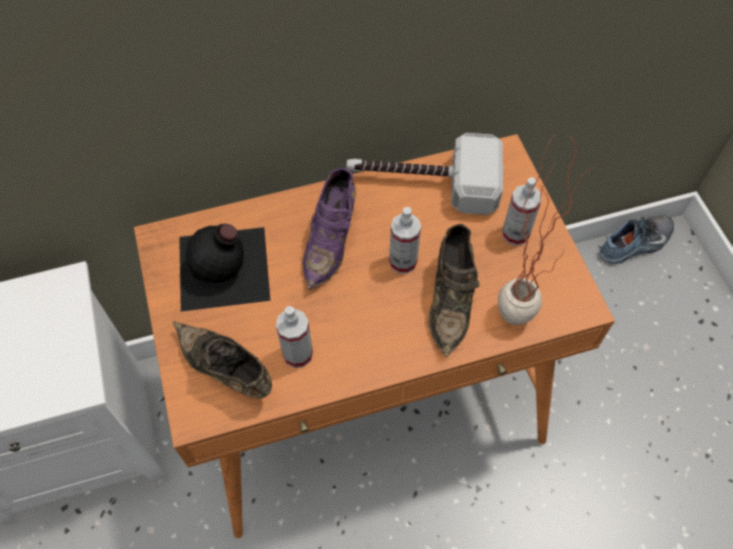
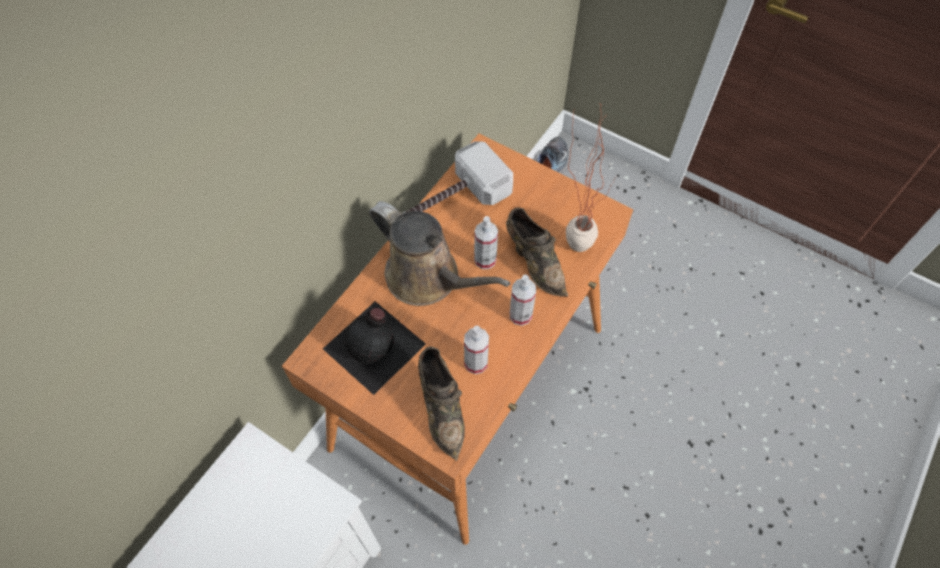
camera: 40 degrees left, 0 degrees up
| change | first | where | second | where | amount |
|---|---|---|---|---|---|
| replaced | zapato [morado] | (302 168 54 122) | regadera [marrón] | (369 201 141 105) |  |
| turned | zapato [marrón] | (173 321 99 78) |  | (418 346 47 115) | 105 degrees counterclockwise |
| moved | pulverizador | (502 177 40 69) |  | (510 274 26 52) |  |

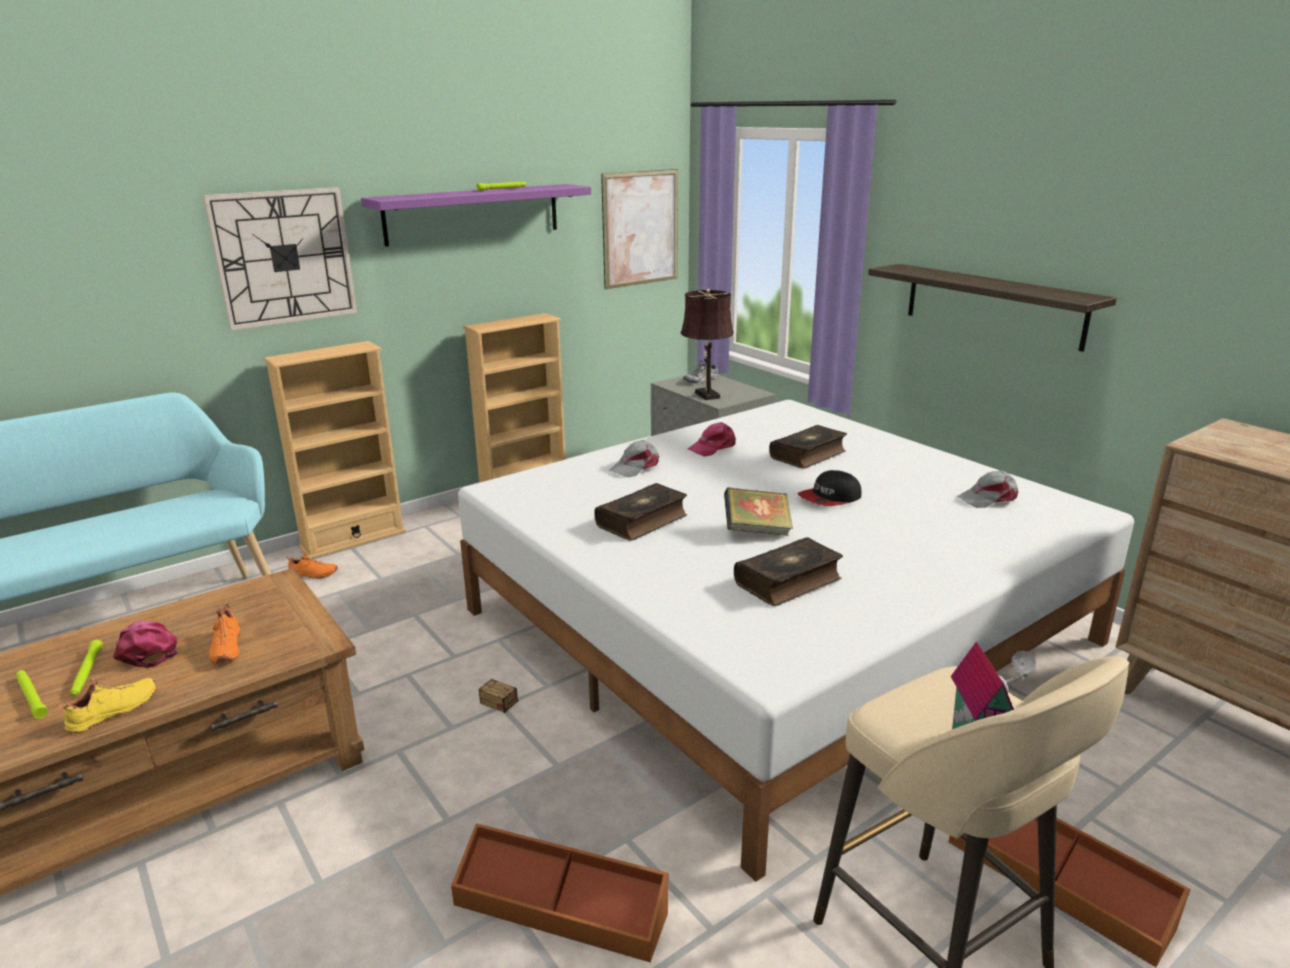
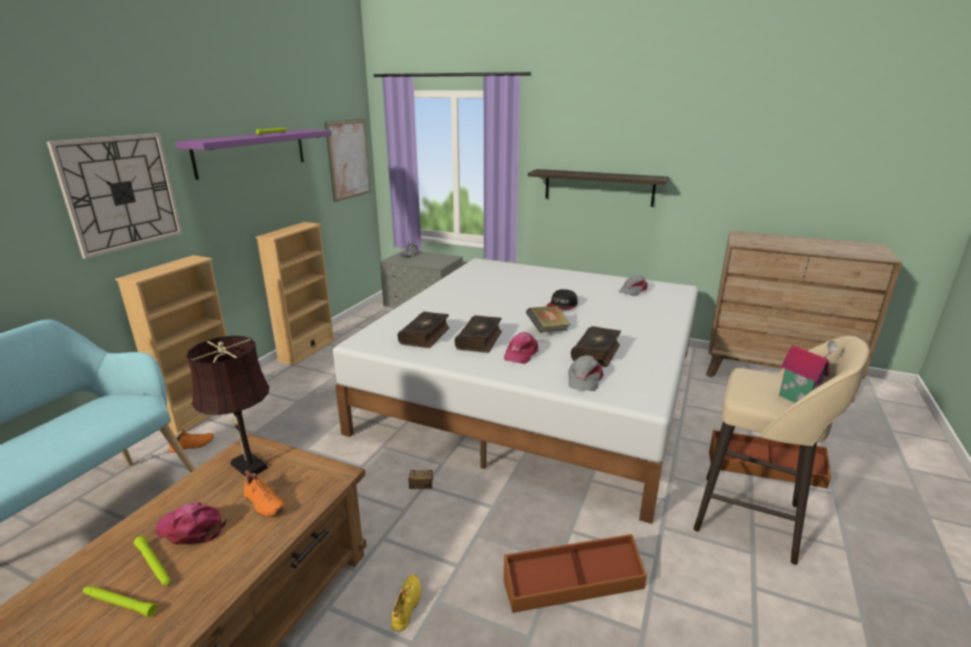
camera: 30 degrees left, 0 degrees up
| change | first | where | second | where | amount |
|---|---|---|---|---|---|
| moved | lámpara de mesa [marrón] | (681 289 53 111) |  | (186 336 83 141) |  |
| moved | zapato [amarillo] | (57 678 99 55) |  | (391 575 30 56) |  |
| moved | libro | (769 425 78 44) |  | (398 312 52 36) |  |
| moved | gorra [rosa] | (687 422 49 35) |  | (504 332 34 32) |  |
| moved | gorra [gris] | (609 440 50 38) |  | (568 355 36 36) |  |

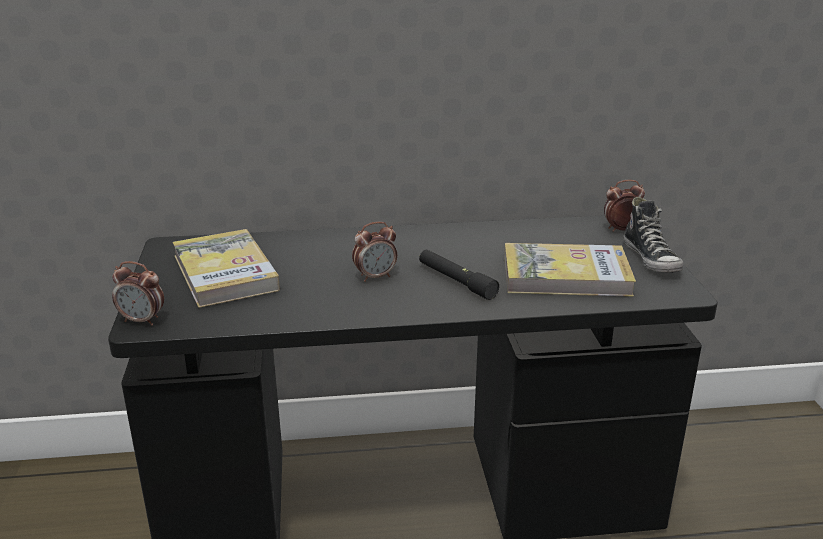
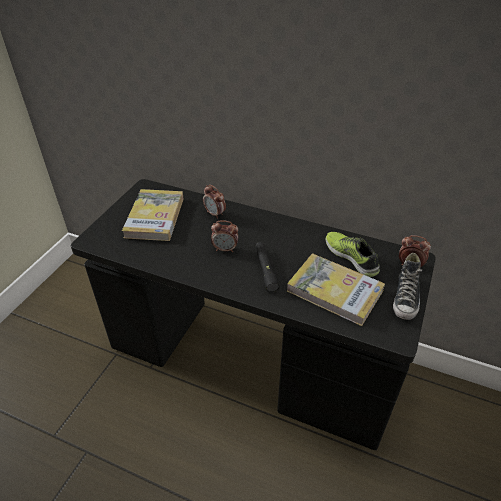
camera: 30 degrees right, 15 degrees up
| change | first | where | second | where | amount |
|---|---|---|---|---|---|
| moved | despertador | (112 261 52 65) |  | (203 185 23 34) |  |
| added |  |  | zapato | (325 232 55 45) |  |

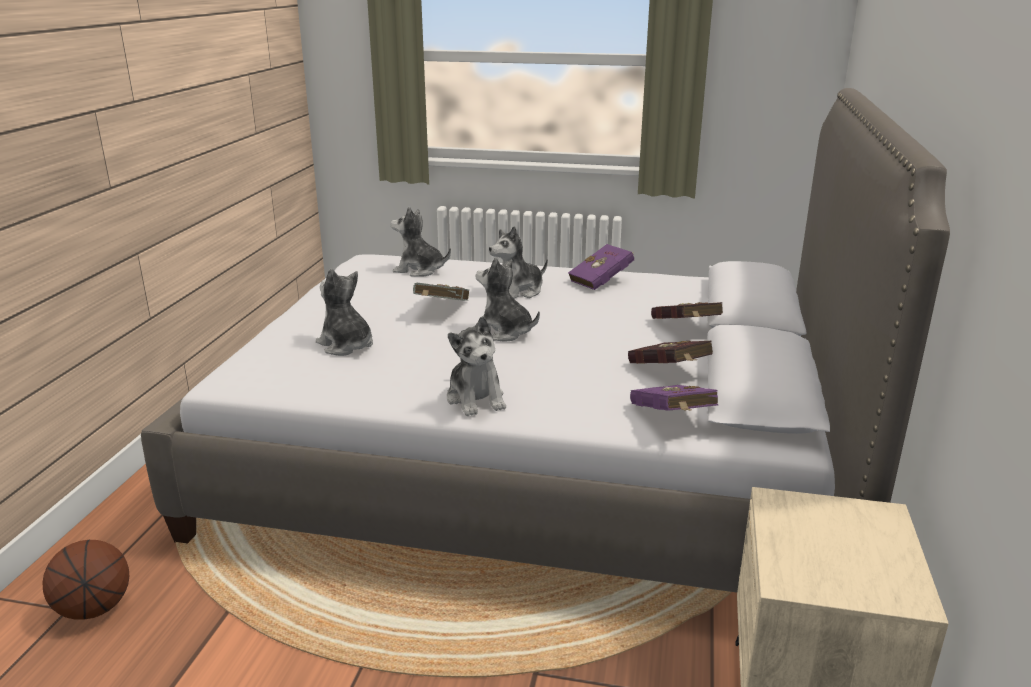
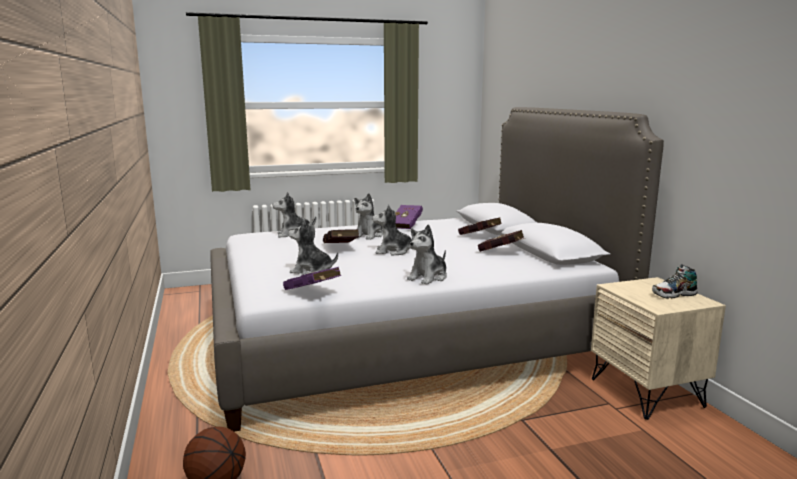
camera: 30 degrees left, 10 degrees down
| change | first | where | second | where | amount |
|---|---|---|---|---|---|
| moved | libro [morado] | (630 385 88 26) |  | (283 267 58 23) |  |
| recoloured | libro [gris] | (413 282 56 19) | libro [rojo] | (323 229 36 14) |  |
| turned | peluche | (447 316 59 100) |  | (407 224 40 61) | 90 degrees clockwise |
| added |  |  | zapato | (652 264 46 34) |  |

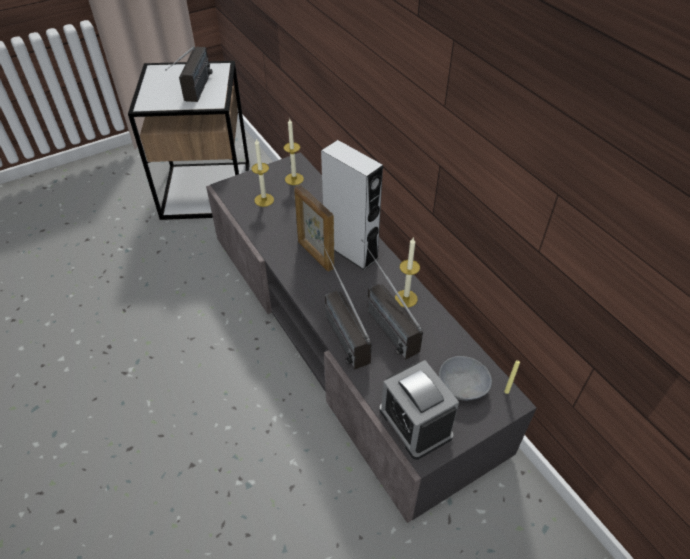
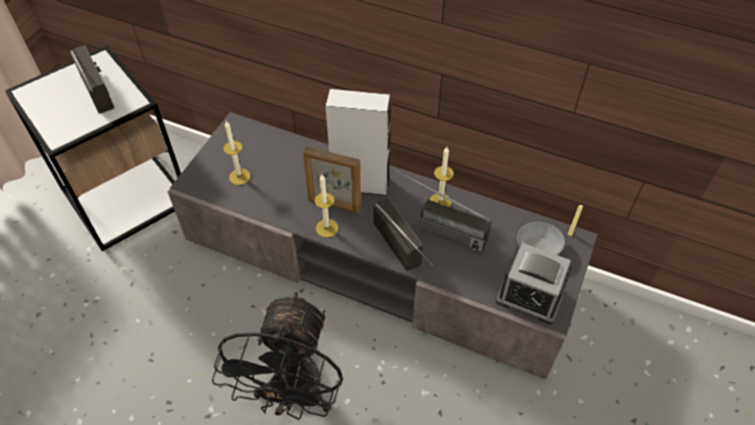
camera: 35 degrees left, 5 degrees up
| change | first | where | second | where | amount |
|---|---|---|---|---|---|
| added |  |  | ventilador [negro] | (212 292 131 128) |  |
| moved | vela | (284 119 20 66) |  | (314 174 24 64) |  |
| turned | radio | (322 245 50 125) |  | (373 197 60 74) | 150 degrees counterclockwise |

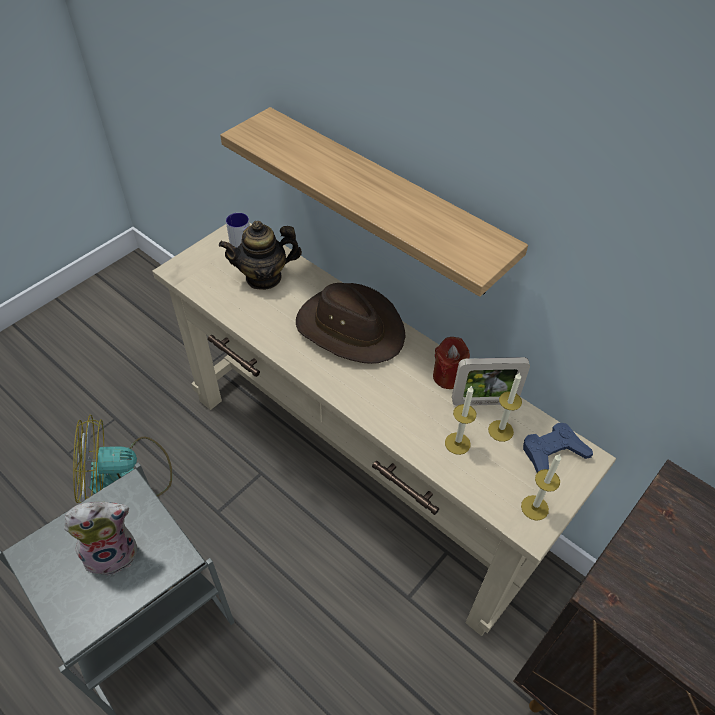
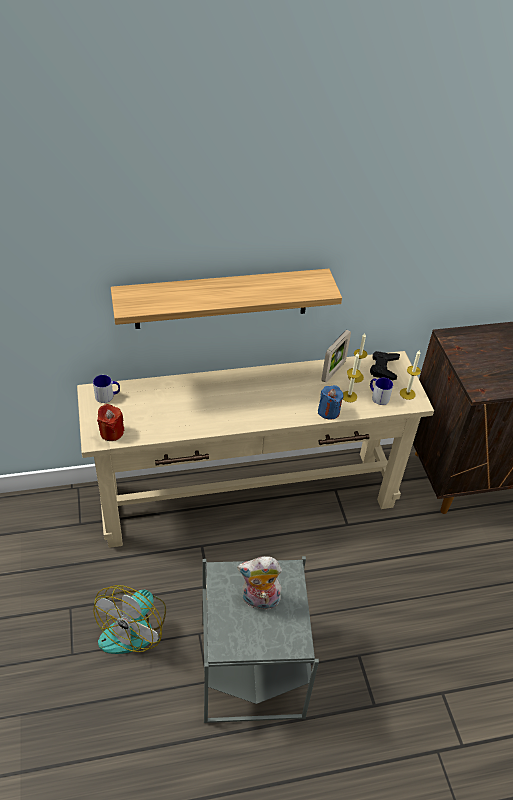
camera: 55 degrees left, 5 degrees down
| change | first | where | second | where | amount |
|---|---|---|---|---|---|
| moved | vela [rojo] | (433 337 37 52) |  | (97 404 27 37) |  |
| turned | peluche | (64 502 73 73) |  | (237 556 45 54) | 105 degrees counterclockwise |
| added |  |  | vela [azul] | (318 385 26 35) |  |
| recoloured | mando de consola [azul] | (523 423 70 50) | mando de consola [negro] | (370 351 30 29) |  |
| added |  |  | taza grande | (370 377 23 28) |  |
| removed | tetera | (219 221 83 69) |  |  |  |
| removed | sombrero [marrón] | (296 283 110 81) |  |  |  |

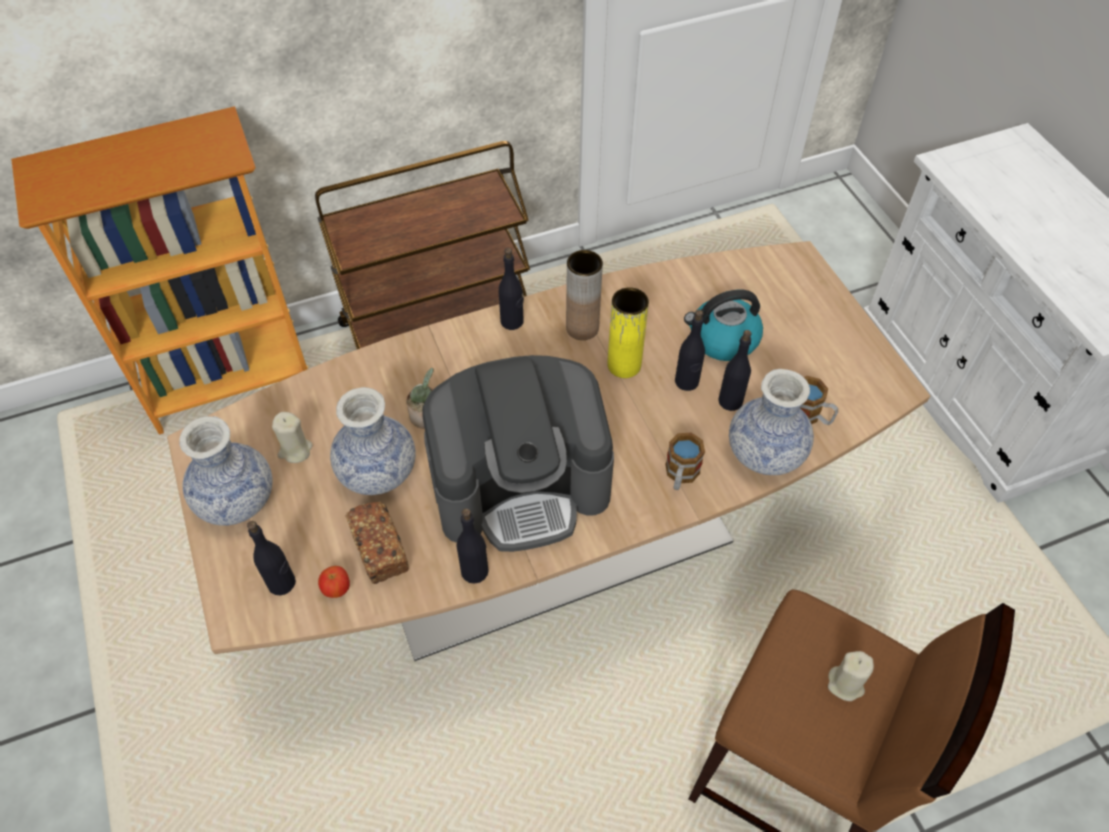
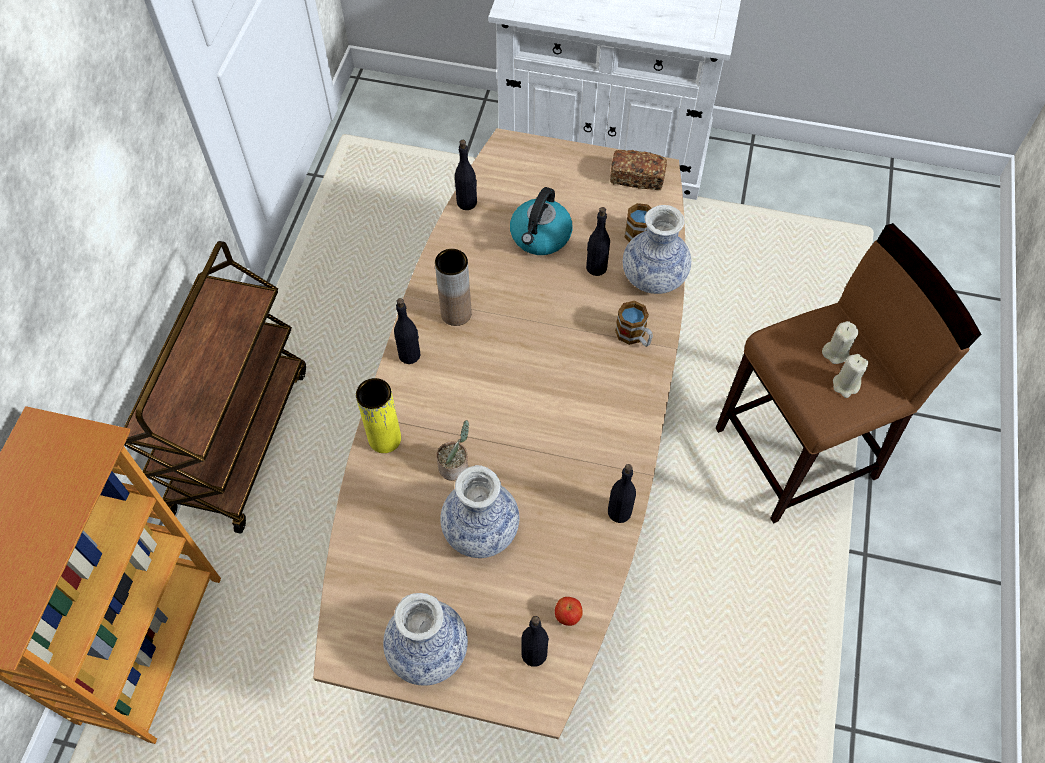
camera: 55 degrees left, 5 degrees up
| change | first | where | second | where | amount |
|---|---|---|---|---|---|
| moved | florero [amarillo] | (607 287 42 91) |  | (356 378 45 75) |  |
| moved | botella [negro] | (675 310 30 81) |  | (455 140 22 70) |  |
| moved | pan | (346 501 63 83) |  | (610 150 57 40) |  |
| moved | vela [beis] | (272 412 40 51) |  | (833 354 35 44) |  |
| removed | cafetera | (422 355 192 197) |  |  |  |

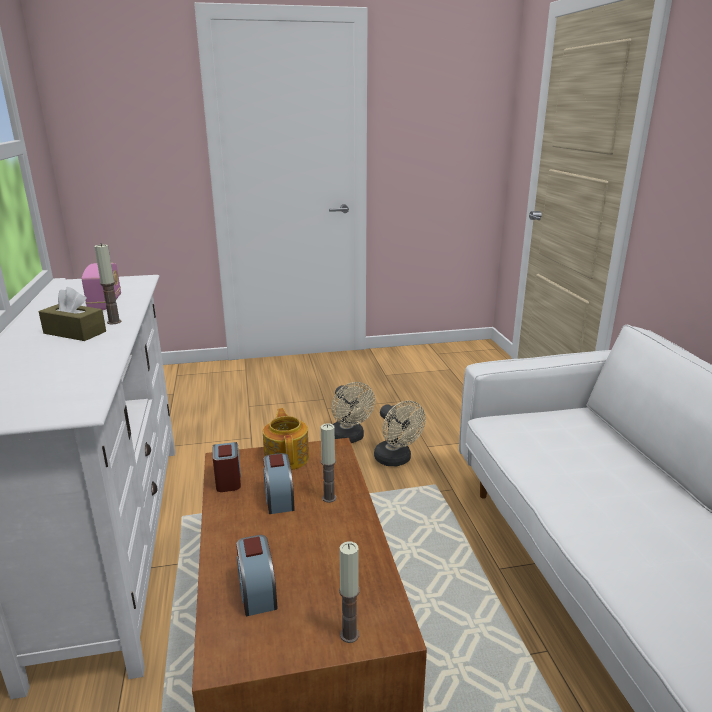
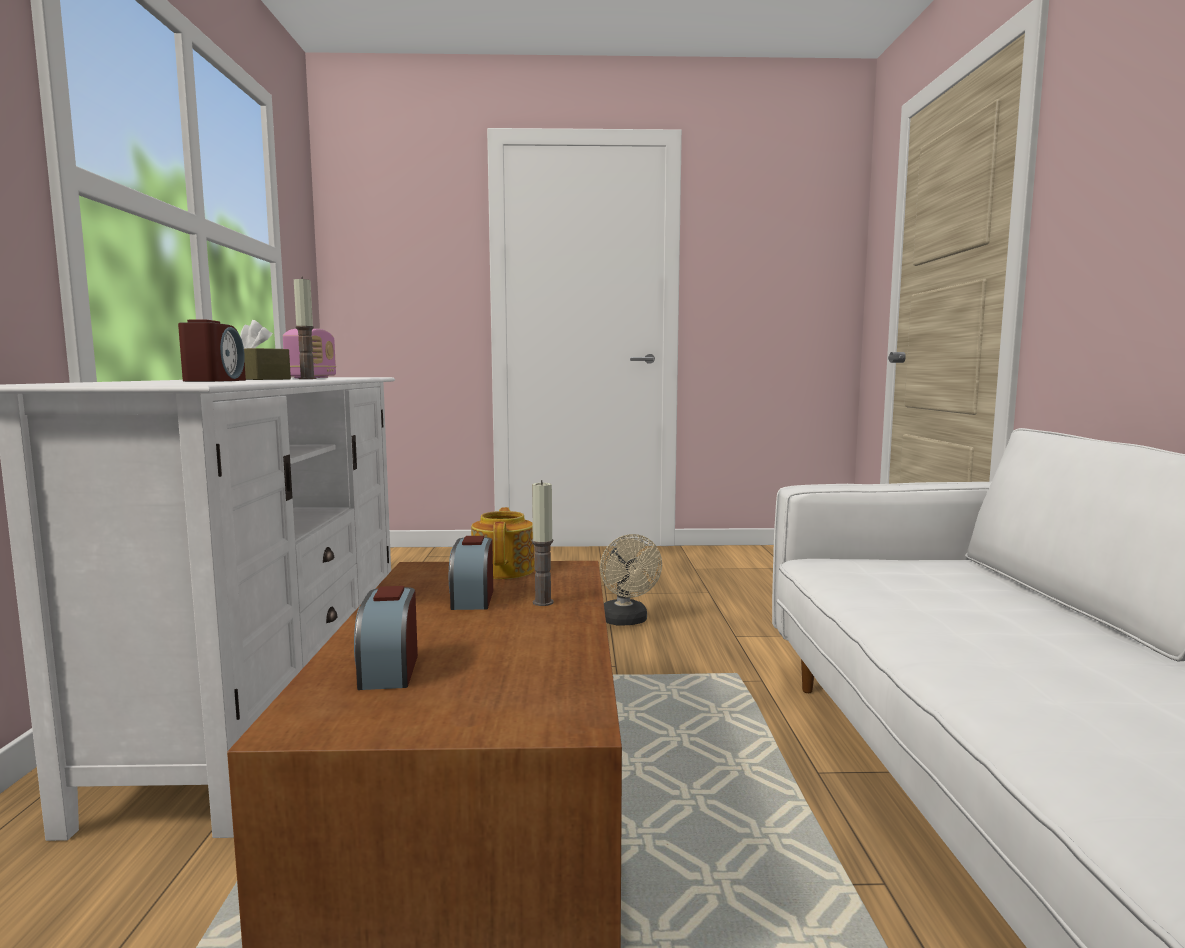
camera: 10 degrees right, 15 degrees down
| change | first | where | second | where | amount |
|---|---|---|---|---|---|
| moved | despertador | (213 442 28 50) |  | (178 319 68 63) |  |
| removed | vela | (339 541 21 102) |  |  |  |
| removed | ventilador [beis] | (374 400 52 66) |  |  |  |

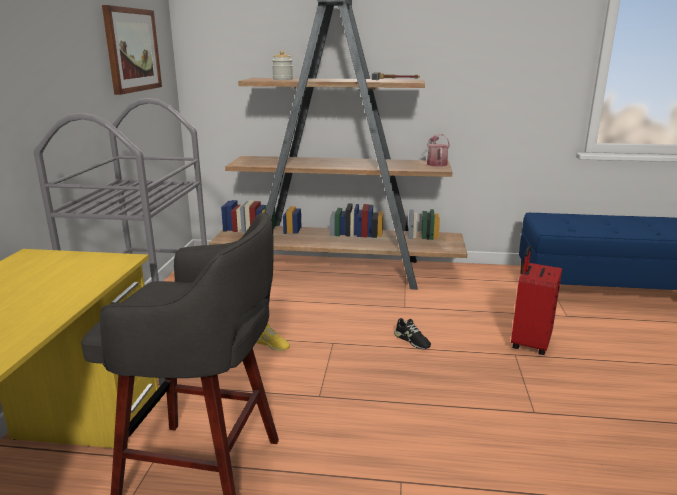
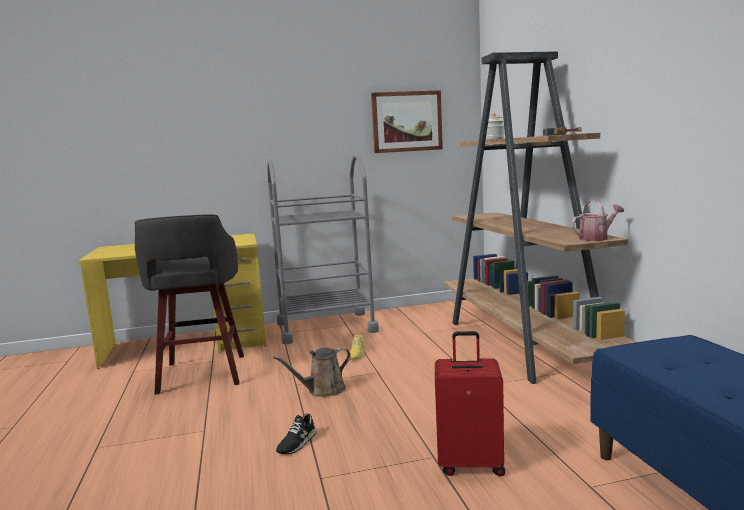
camera: 70 degrees right, 10 degrees down
| change | first | where | second | where | amount |
|---|---|---|---|---|---|
| added |  |  | regadera [marrón] | (273 347 78 50) |  |
| moved | zapato [negro] | (394 318 37 31) |  | (276 414 40 40) |  |

